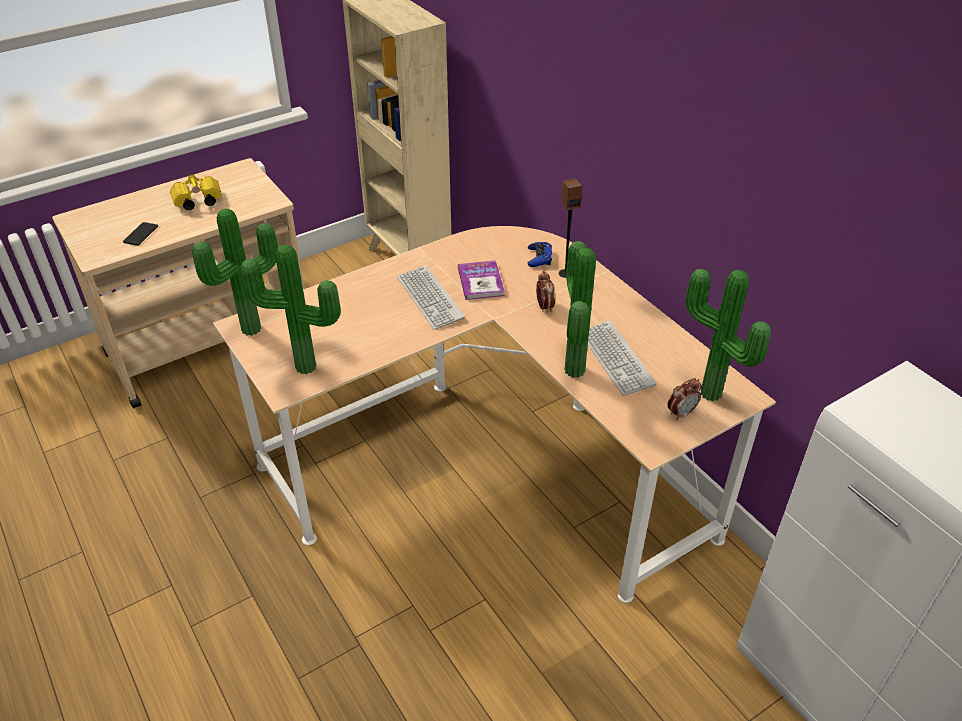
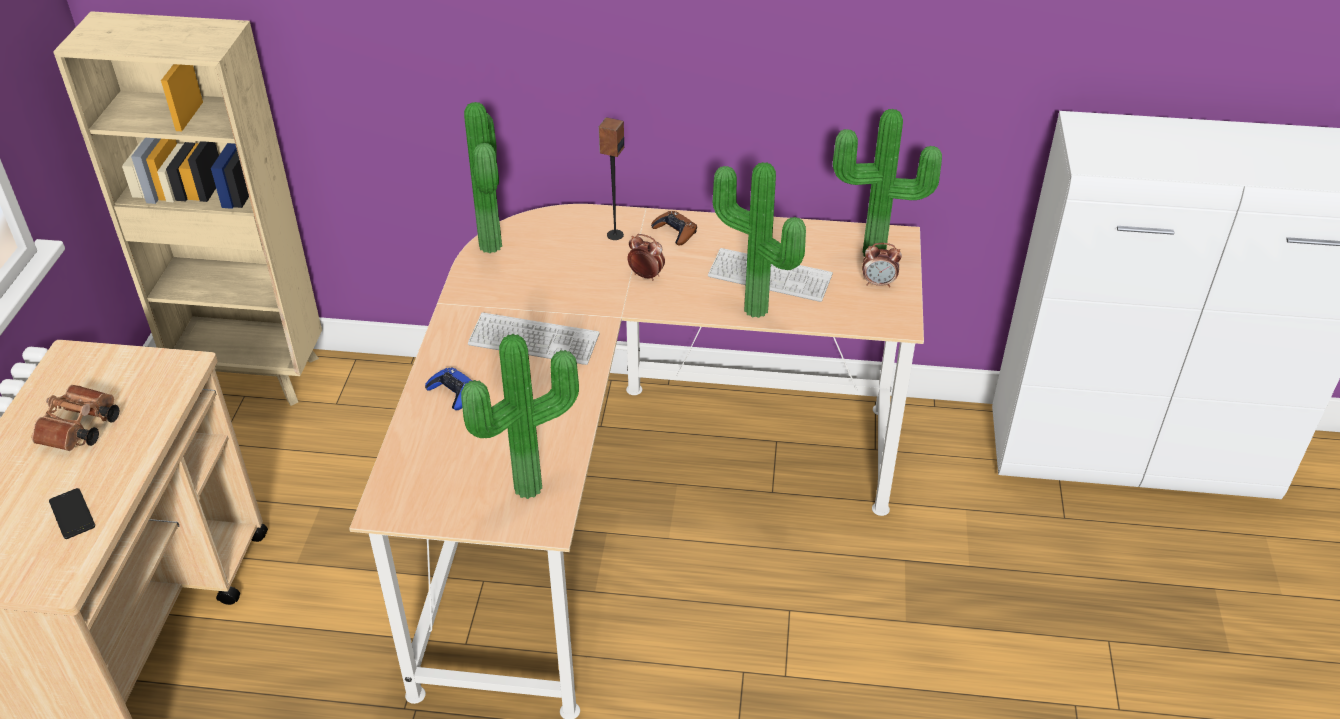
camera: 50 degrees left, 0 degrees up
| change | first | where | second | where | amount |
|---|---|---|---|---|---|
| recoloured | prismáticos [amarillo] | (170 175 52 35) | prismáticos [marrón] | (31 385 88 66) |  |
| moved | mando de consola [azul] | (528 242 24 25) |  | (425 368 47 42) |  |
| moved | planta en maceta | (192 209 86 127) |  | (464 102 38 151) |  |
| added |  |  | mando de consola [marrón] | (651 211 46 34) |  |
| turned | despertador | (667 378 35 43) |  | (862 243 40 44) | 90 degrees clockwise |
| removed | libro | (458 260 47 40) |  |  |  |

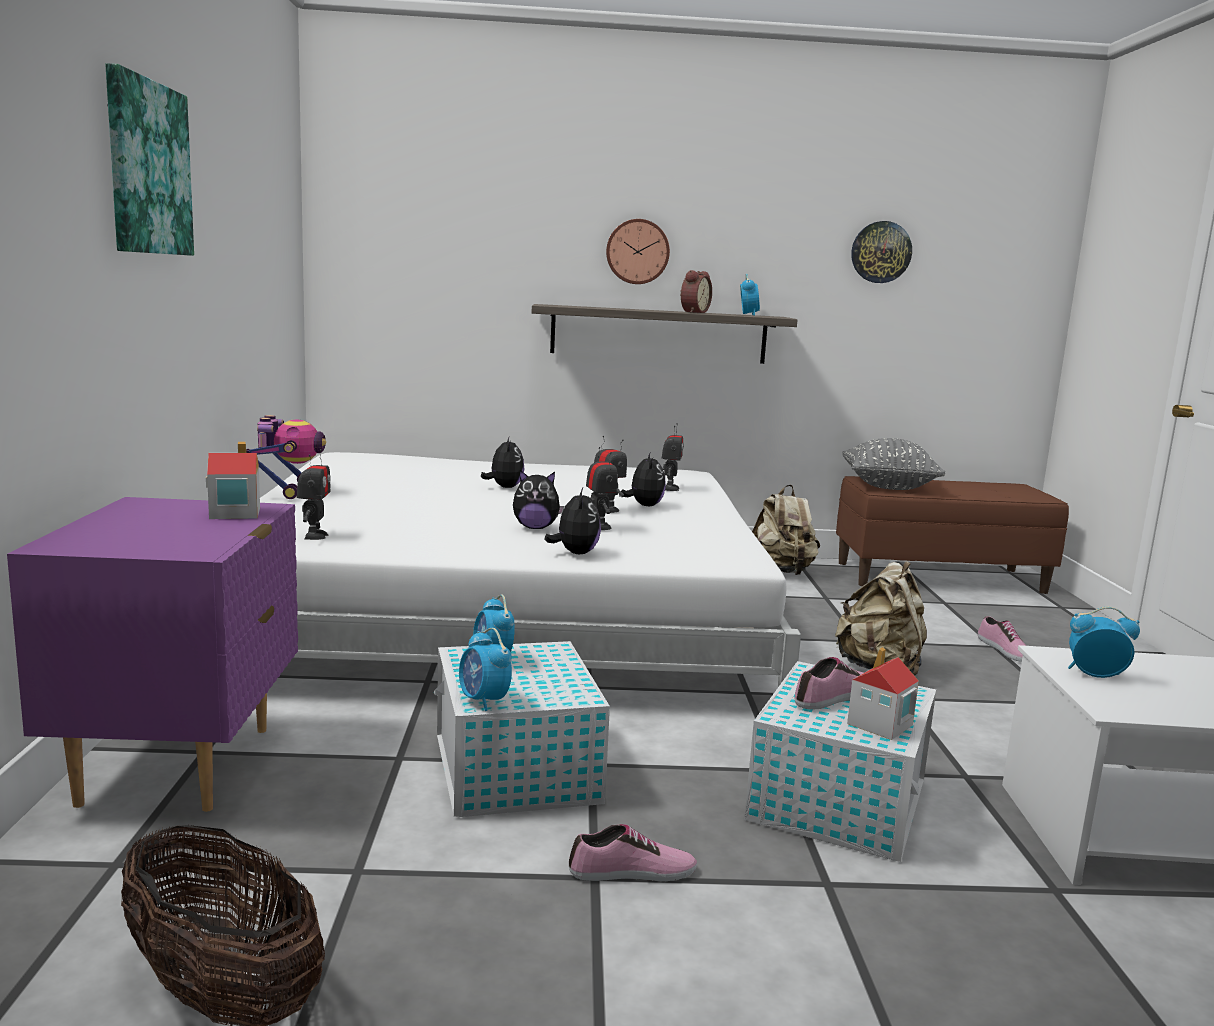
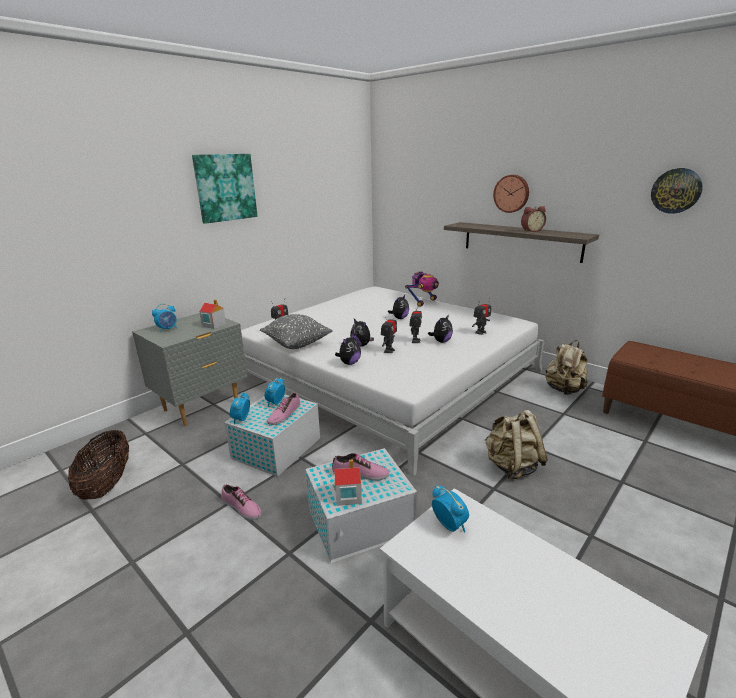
camera: 45 degrees right, 10 degrees up
| change | first | where | second | where | amount |
|---|---|---|---|---|---|
| recoloured | mesita de noche [morado] | (7 497 291 315) | mesita de noche [gris] | (132 313 116 113) |  |
| moved | despertador | (740 273 20 43) |  | (152 304 25 29) |  |
| moved | cojín [gris] | (842 438 103 52) |  | (260 314 73 35) |  |
| moved | zapato | (978 616 48 46) |  | (267 392 33 33) |  |
| moved | robot de juguete | (246 415 80 84) |  | (405 271 34 36) |  |

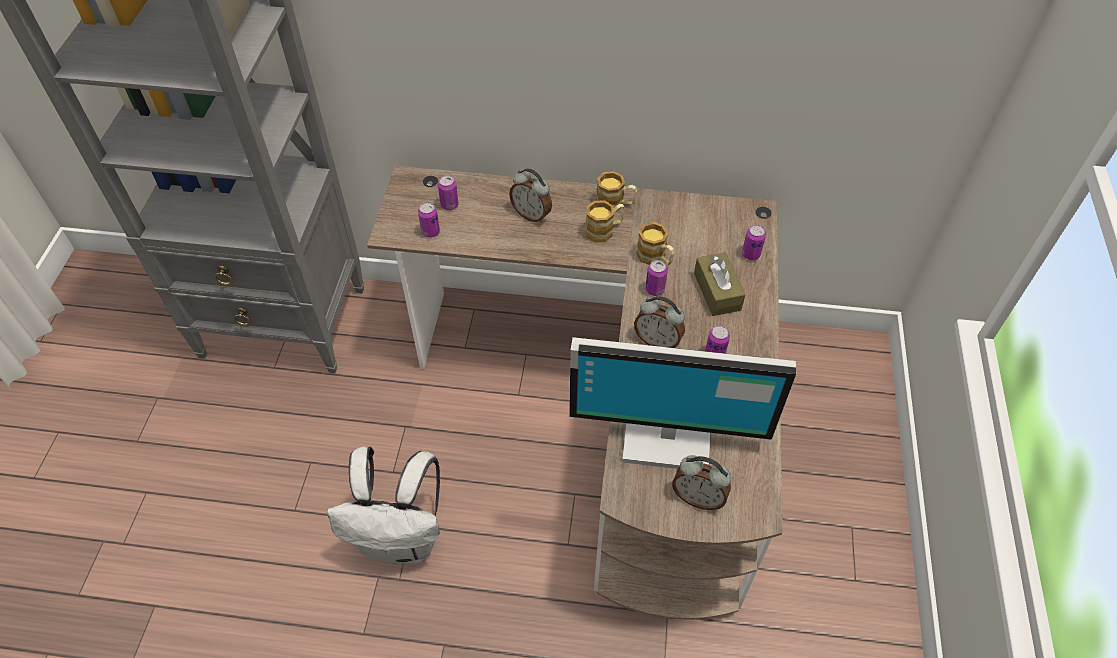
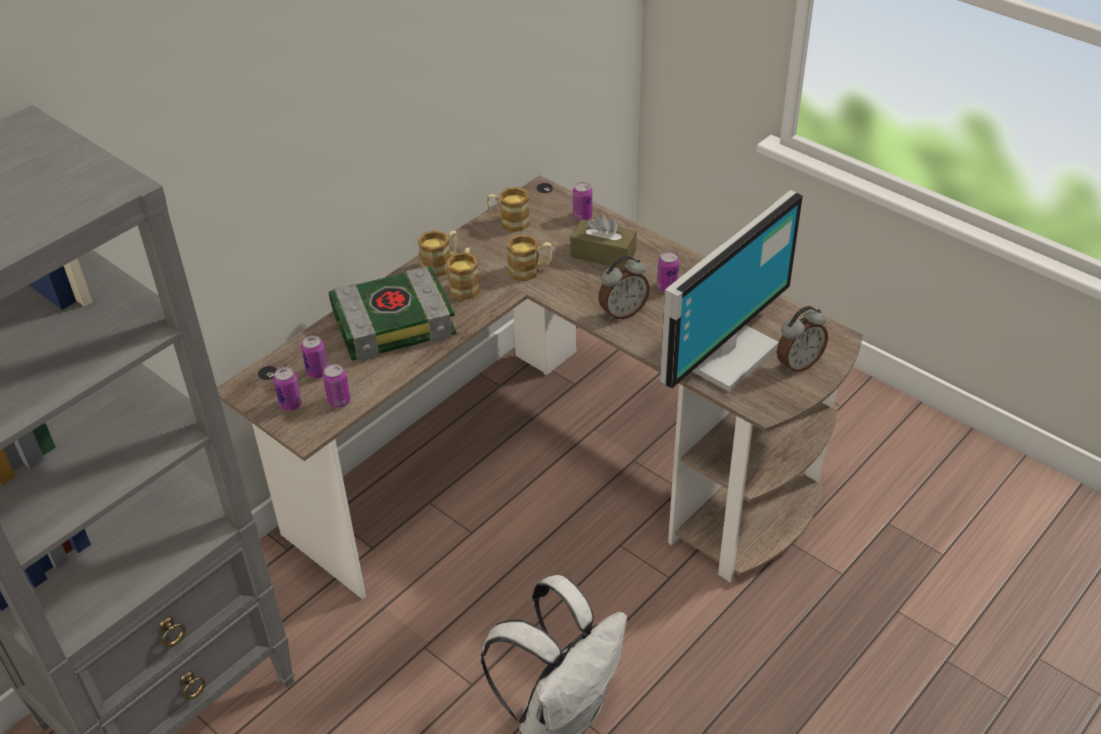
camera: 55 degrees left, 10 degrees down
| change | first | where | second | where | amount |
|---|---|---|---|---|---|
| moved | lata | (645 260 23 36) |  | (273 367 29 44) |  |
| replaced | despertador | (509 168 43 55) | libro | (329 266 127 96) |  |
| added |  |  | taza grande | (486 187 44 45) |  |

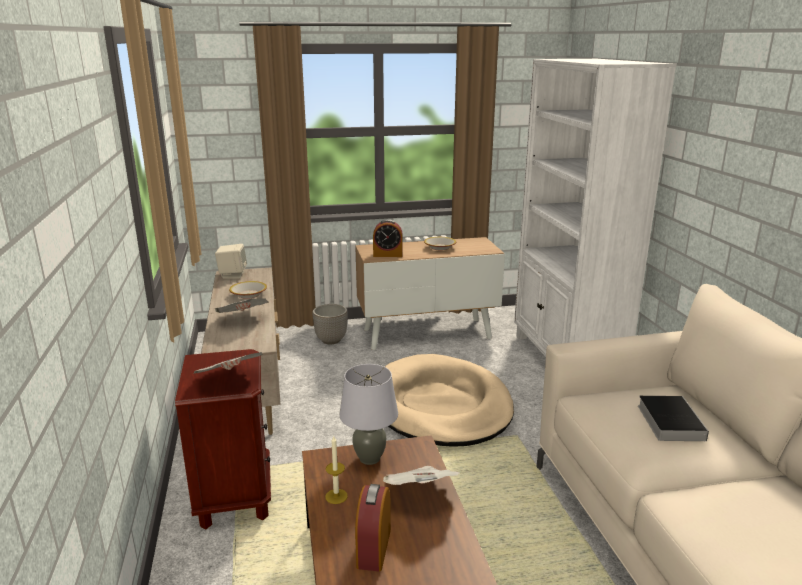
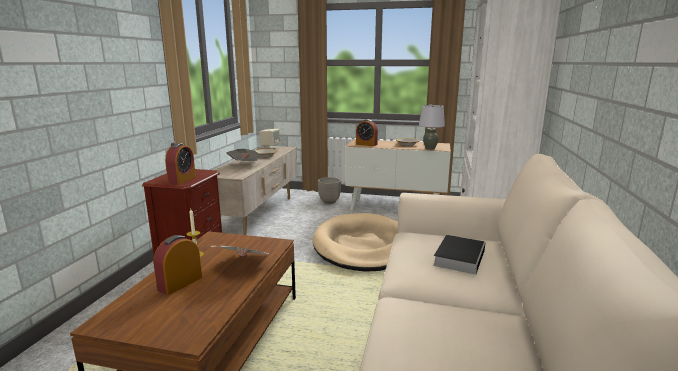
camera: 25 degrees right, 5 degrees down
| change | first | where | second | where | amount |
|---|---|---|---|---|---|
| replaced | periódico | (194 352 69 22) | despertador | (165 143 31 41) |  |
| moved | lámpara de mesa [gris] | (339 364 59 101) |  | (419 105 26 45) |  |

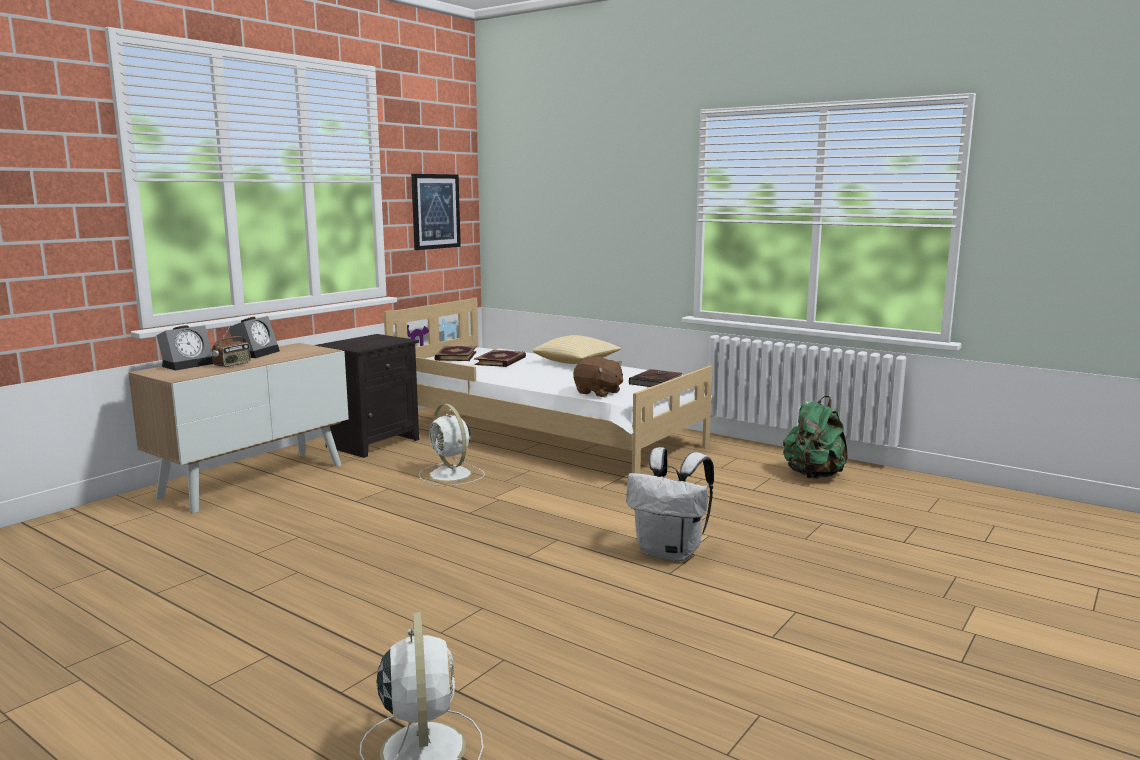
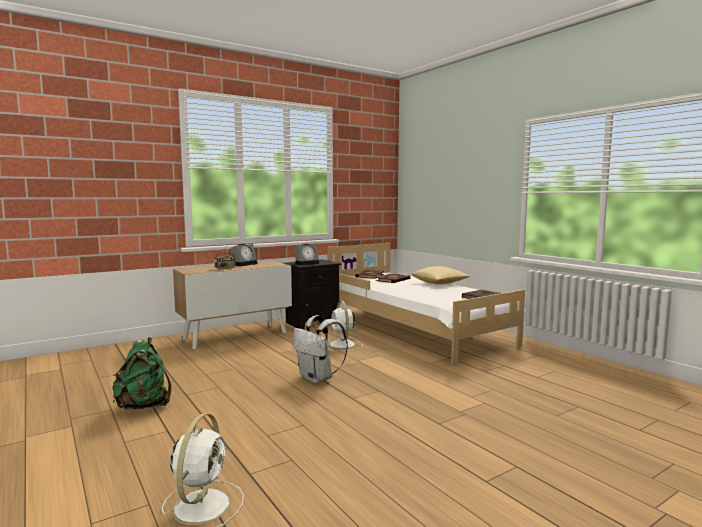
camera: 20 degrees right, 5 degrees down
| change | first | where | second | where | amount |
|---|---|---|---|---|---|
| moved | mochila [verde] | (783 396 65 83) |  | (112 337 59 72) |  |
| moved | mochila [blanco] | (626 447 88 115) |  | (293 315 55 68) |  |
| moved | despertador | (156 325 57 45) |  | (294 244 25 21) |  |
| removed | cuadro | (411 174 50 76) |  |  |  |
| removed | peluche [marrón] | (573 357 50 40) |  |  |  |

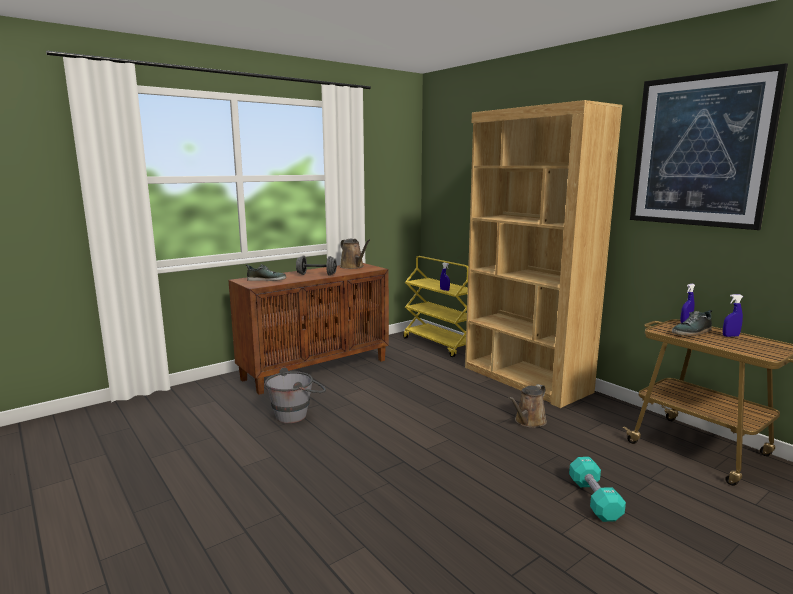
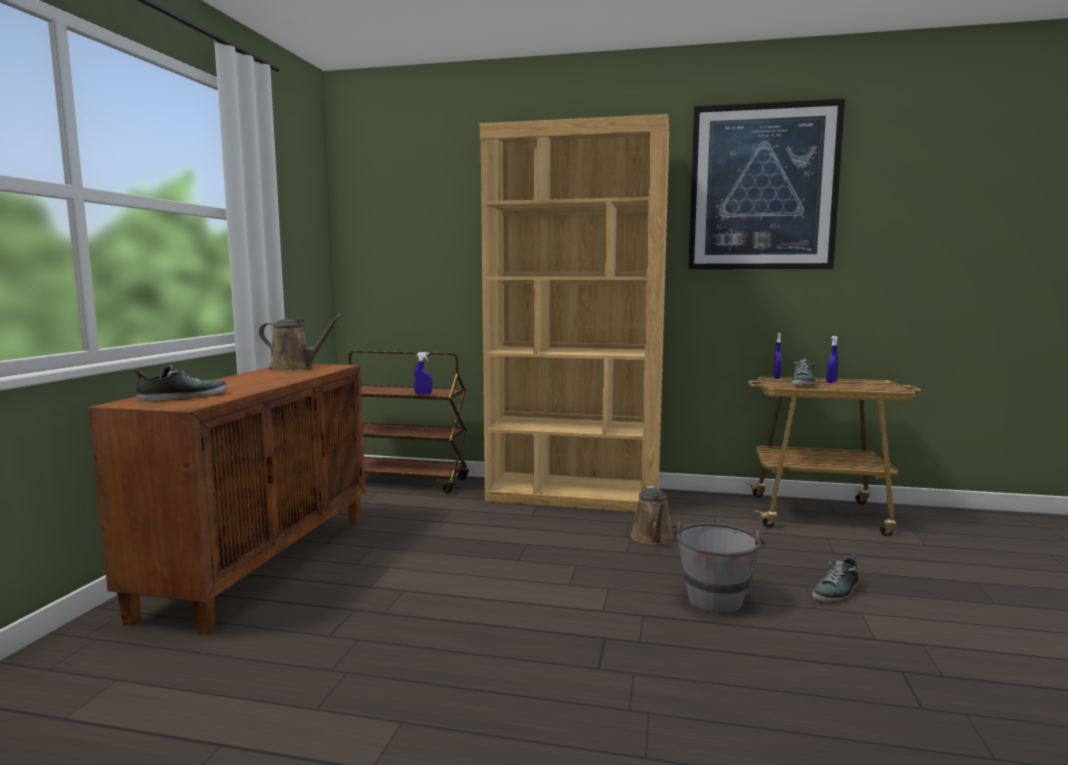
camera: 40 degrees left, 5 degrees down
| change | first | where | second | where | amount |
|---|---|---|---|---|---|
| recoloured | carrito [amarillo] | (403 256 65 101) | carrito [marrón] | (348 350 121 143) |  |
| moved | cubo [gris] | (265 367 61 56) |  | (672 522 94 92) |  |
| replaced | mancuerna [turquesa] | (569 457 57 65) | zapato | (812 555 46 48) |  |
| removed | mancuerna [gris] | (296 256 41 20) |  |  |  |

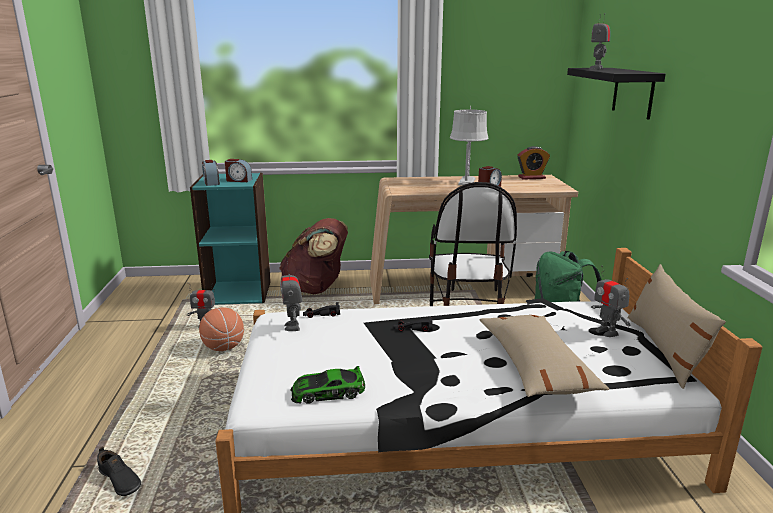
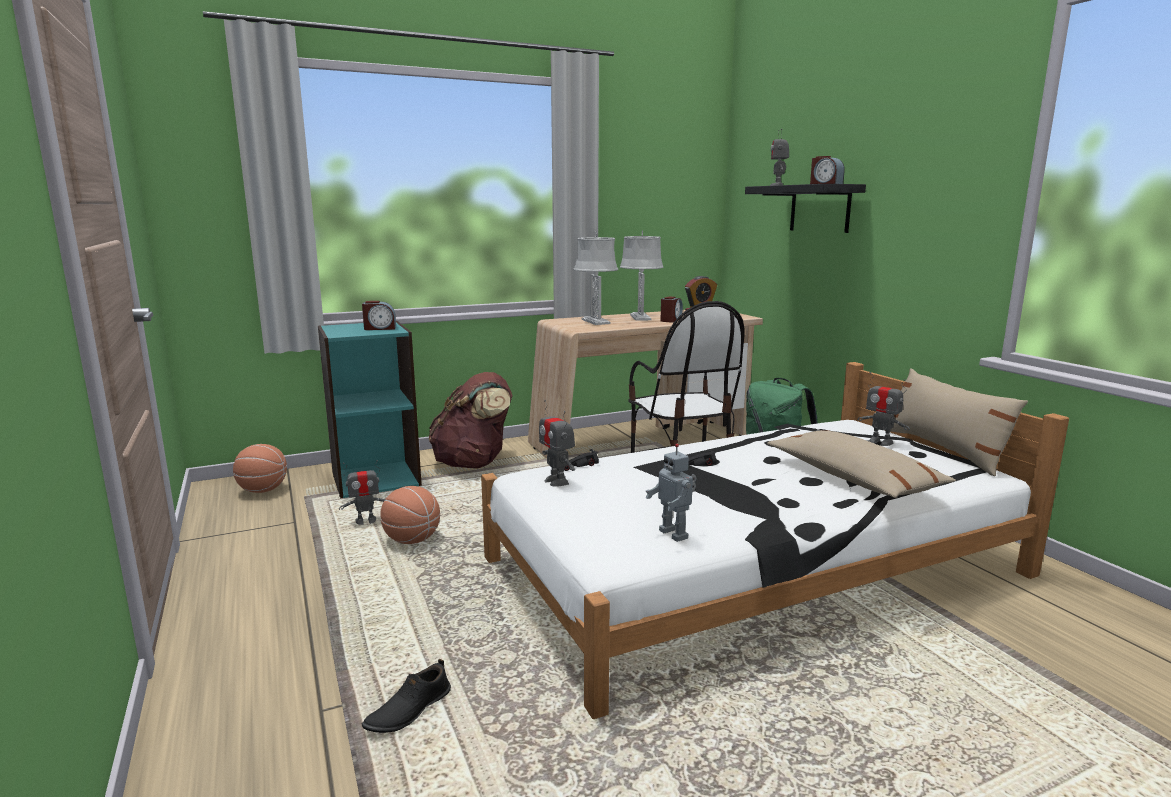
camera: 20 degrees left, 5 degrees down
| change | first | where | second | where | amount |
|---|---|---|---|---|---|
| added |  |  | balón de baloncesto | (233 444 54 49) |  |
| turned | zapato [negro] | (97 447 44 49) |  | (362 659 89 74) | 105 degrees clockwise |
| added |  |  | lámpara de mesa [gris] | (573 231 45 94) |  |
| replaced | coche de juguete | (290 366 75 38) | robot de juguete | (645 444 51 98) |  |
| moved | despertador | (202 160 18 26) |  | (810 156 35 28) |  |

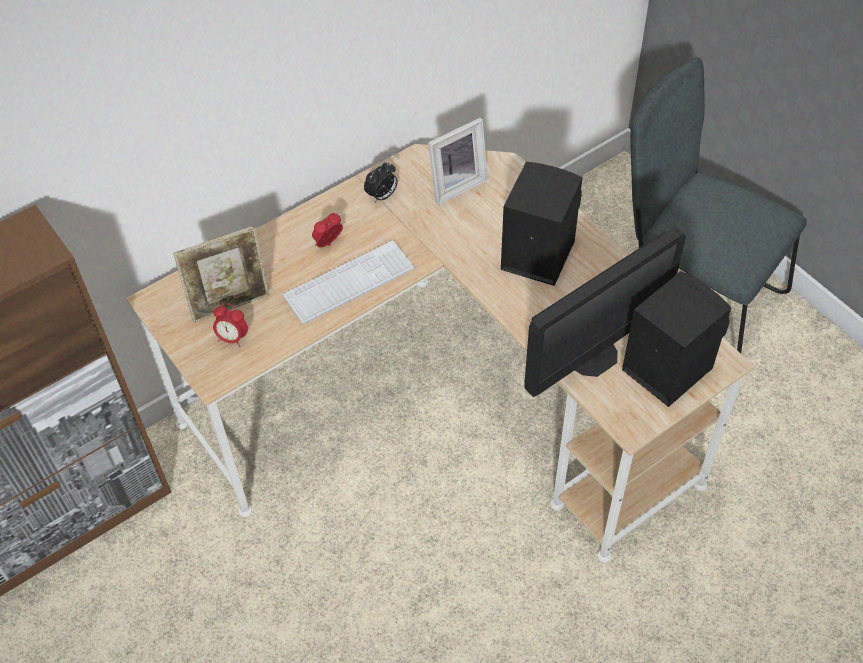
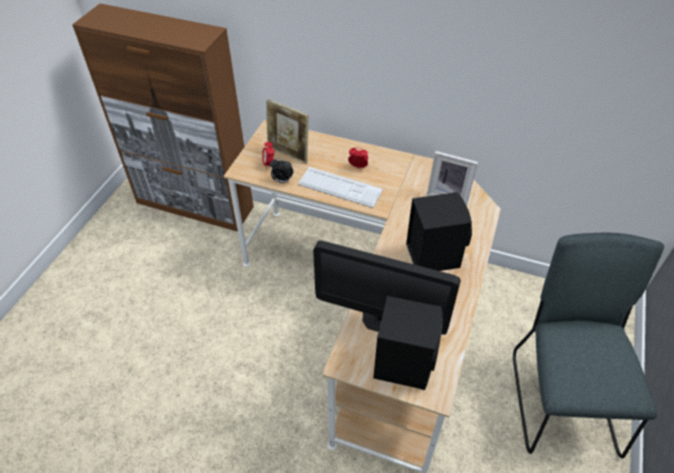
camera: 55 degrees right, 5 degrees down
| change | first | where | second | where | amount |
|---|---|---|---|---|---|
| moved | despertador | (364 162 34 40) |  | (270 158 23 25) |  |

